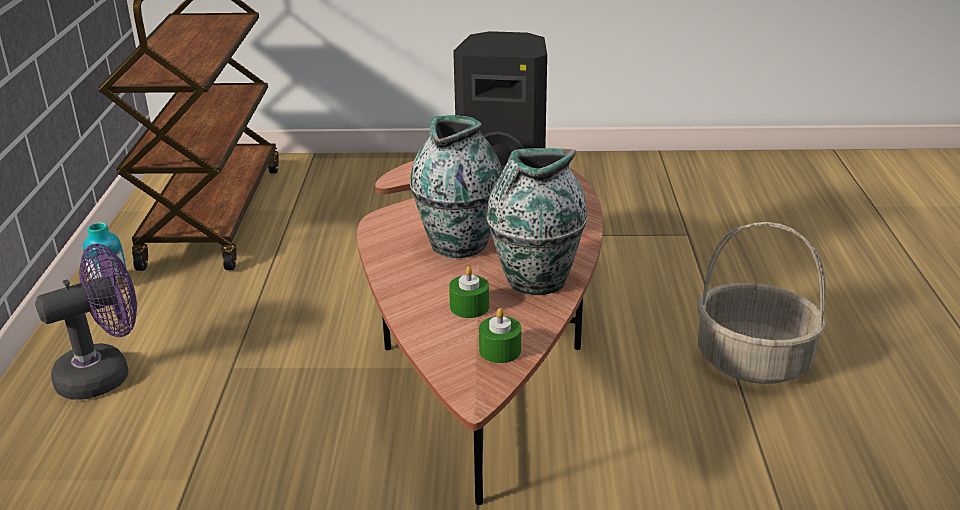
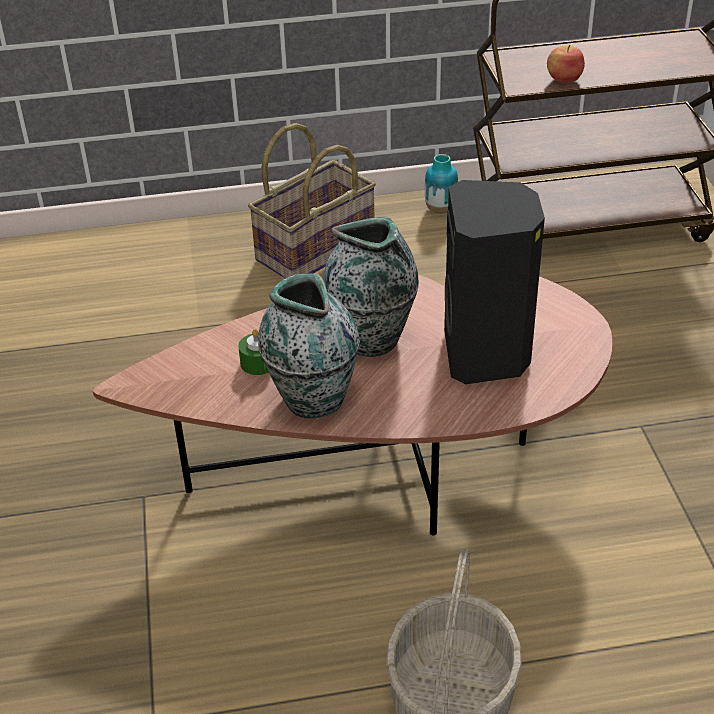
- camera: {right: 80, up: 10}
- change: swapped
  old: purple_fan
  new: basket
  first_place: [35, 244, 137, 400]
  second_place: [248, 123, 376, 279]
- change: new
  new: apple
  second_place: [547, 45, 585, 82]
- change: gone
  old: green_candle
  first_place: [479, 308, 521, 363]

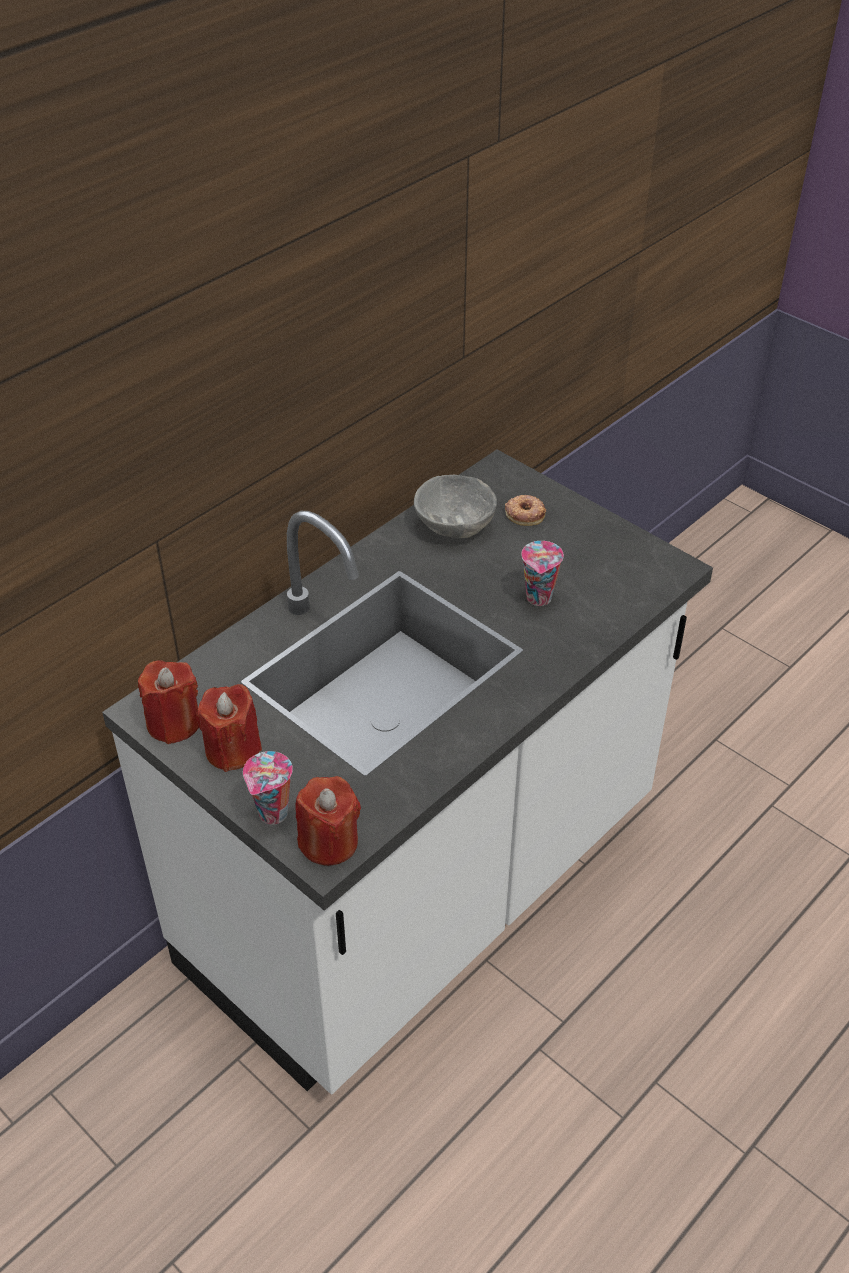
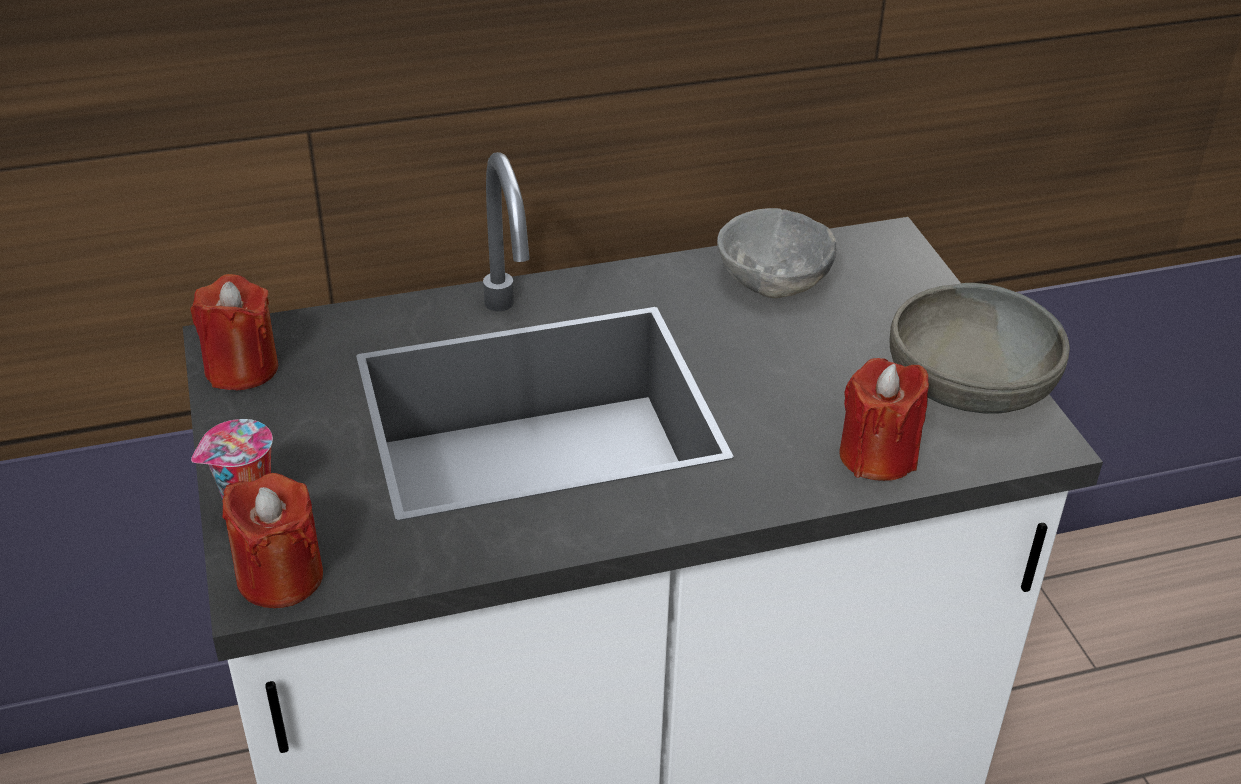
- camera: {right: 30, up: -5}
- change: shifted
  old: red_candle
  first_place: [196, 684, 262, 772]
  second_place: [839, 358, 929, 481]
- change: new
  new: grey_bowl
  second_place: [890, 283, 1070, 414]
- change: gone
  old: donut
  first_place: [505, 495, 546, 526]
- change: gone
  old: cup
  first_place: [521, 541, 564, 606]

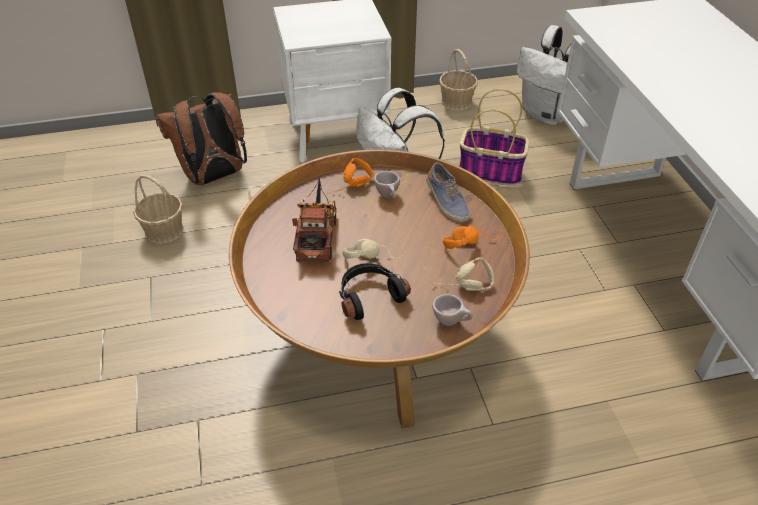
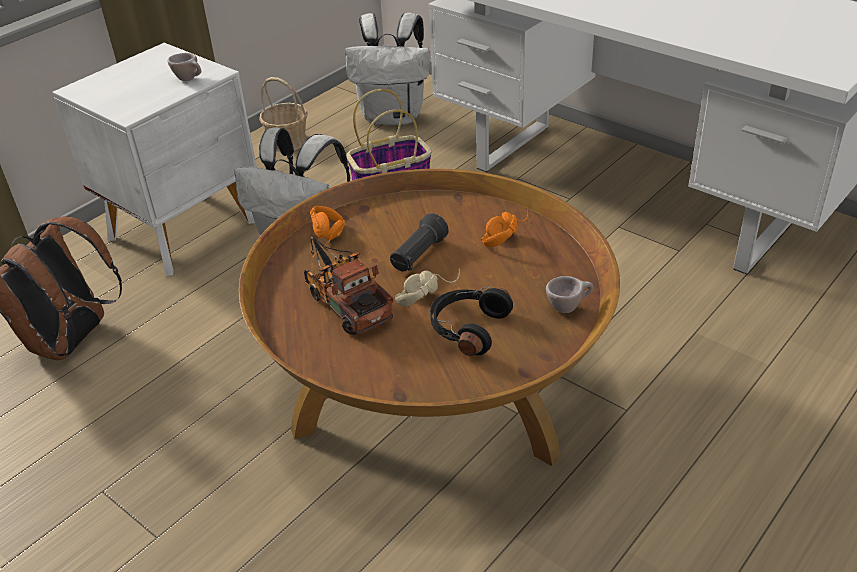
- camera: {right: -35, up: -5}
- change: shifted
  old: beige_cup
  first_place: [374, 171, 400, 198]
  second_place: [167, 53, 201, 81]
- change: new
  new: black_flashlight
  second_place: [390, 213, 449, 272]
- change: gone
  old: basket
  first_place: [133, 175, 184, 244]
- change: gone
  old: shoe
  first_place: [426, 162, 471, 222]
- change: gone
  old: beige_headphones
  first_place: [430, 257, 494, 291]

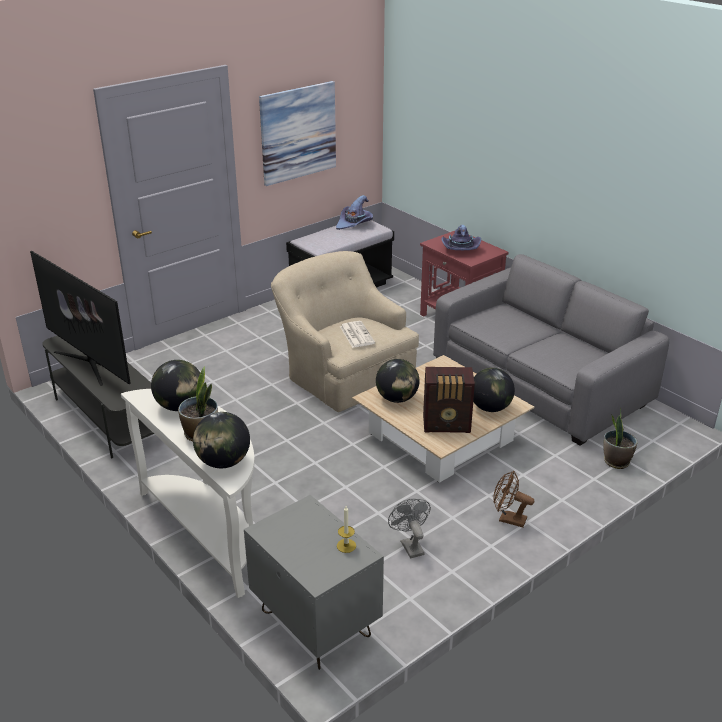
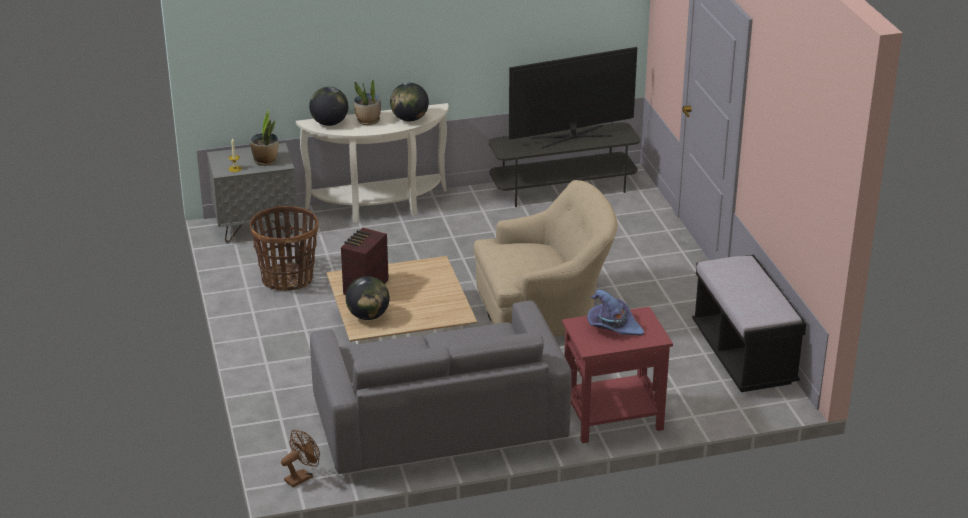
- camera: {right: 115, up: 0}
- change: shifted
  old: potted_plant
  first_place: [603, 408, 637, 469]
  second_place: [250, 109, 279, 166]
- change: swapped
  old: grey_fan
  new: basket
  first_place: [388, 499, 431, 558]
  second_place: [250, 206, 318, 291]
- change: shifted
  old: brown_fan
  first_place: [493, 471, 534, 527]
  second_place: [281, 430, 320, 487]
- change: gone
  old: picture
  first_place: [259, 81, 336, 186]
- change: gone
  old: purple_hat
  first_place: [336, 195, 373, 230]
- change: gone
  old: newspaper
  first_place: [340, 321, 375, 348]
- change: gone
  old: globe
  first_place: [376, 359, 420, 403]

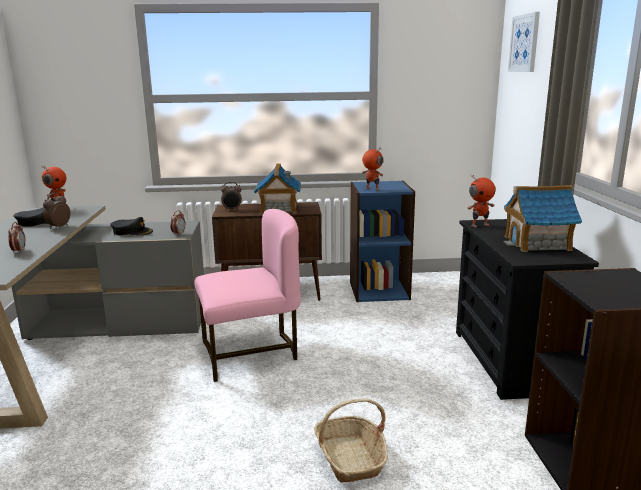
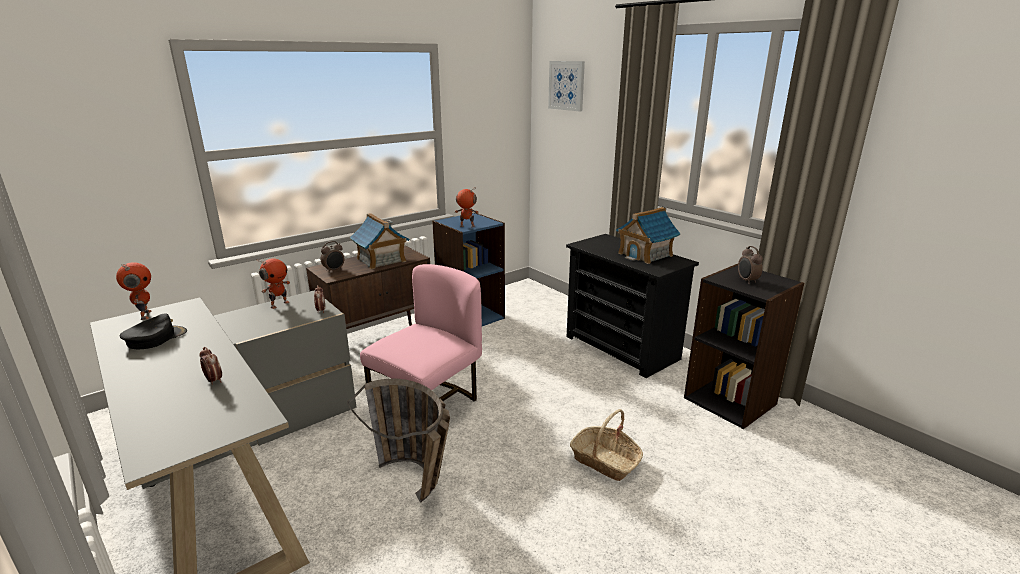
- camera: {right: -35, up: 5}
- change: shifted
  old: toy_robot
  first_place: [468, 174, 496, 227]
  second_place: [257, 258, 290, 309]
- change: new
  new: basket
  second_place: [347, 379, 450, 503]
- change: shifted
  old: alarm_clock
  first_place: [43, 193, 71, 229]
  second_place: [738, 246, 763, 284]
- change: gone
  old: black_cap
  first_place: [110, 217, 153, 235]

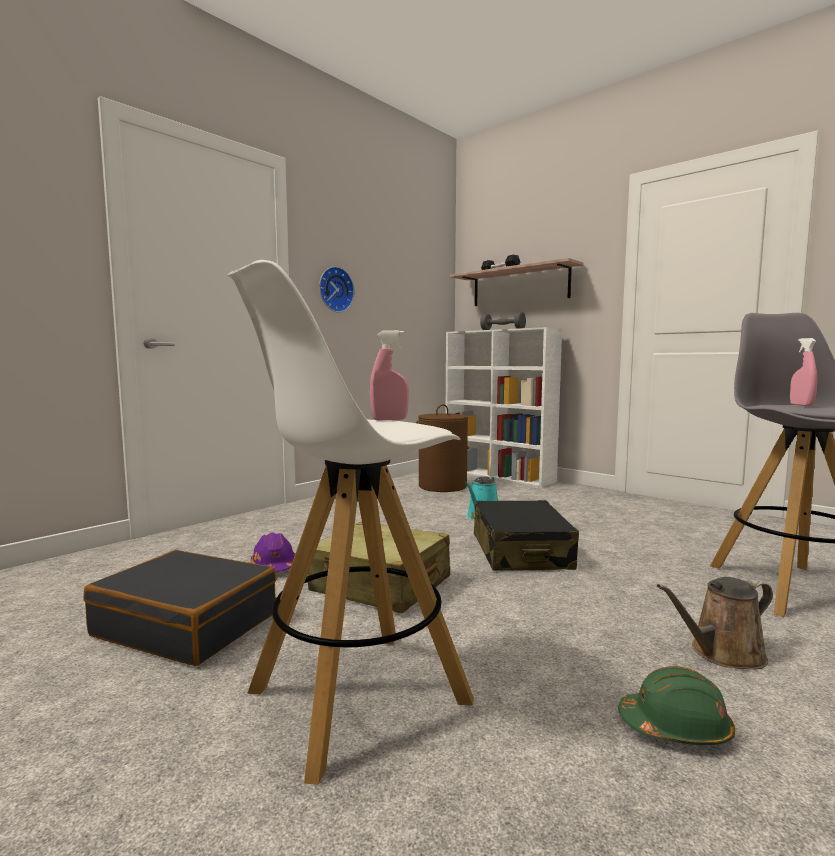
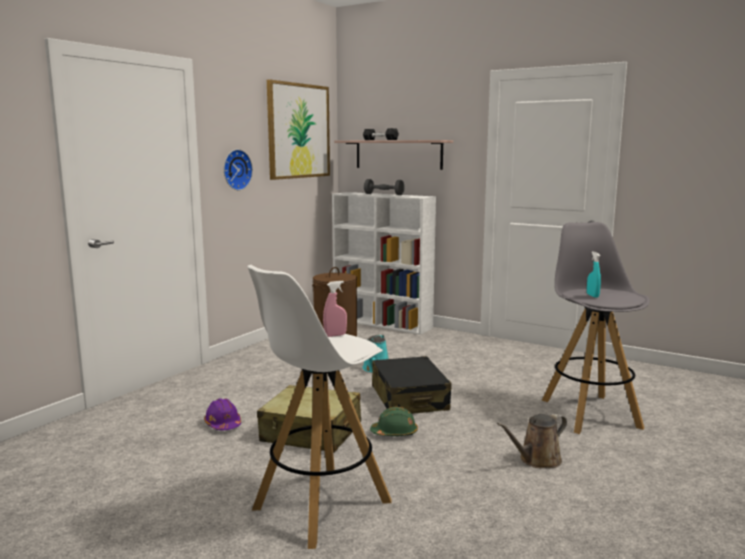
- camera: {right: -10, up: 5}
- change: new
  new: picture
  second_place: [267, 79, 330, 180]
- change: shifted
  old: green_hard_hat
  first_place: [618, 666, 735, 745]
  second_place: [370, 407, 418, 436]
- change: repainted
  old: pink_spray_bottle
  new: turquoise_spray_bottle
  first_place: [790, 338, 817, 406]
  second_place: [587, 252, 601, 298]
- change: gone
  old: black_suitcase
  first_place: [83, 550, 276, 666]

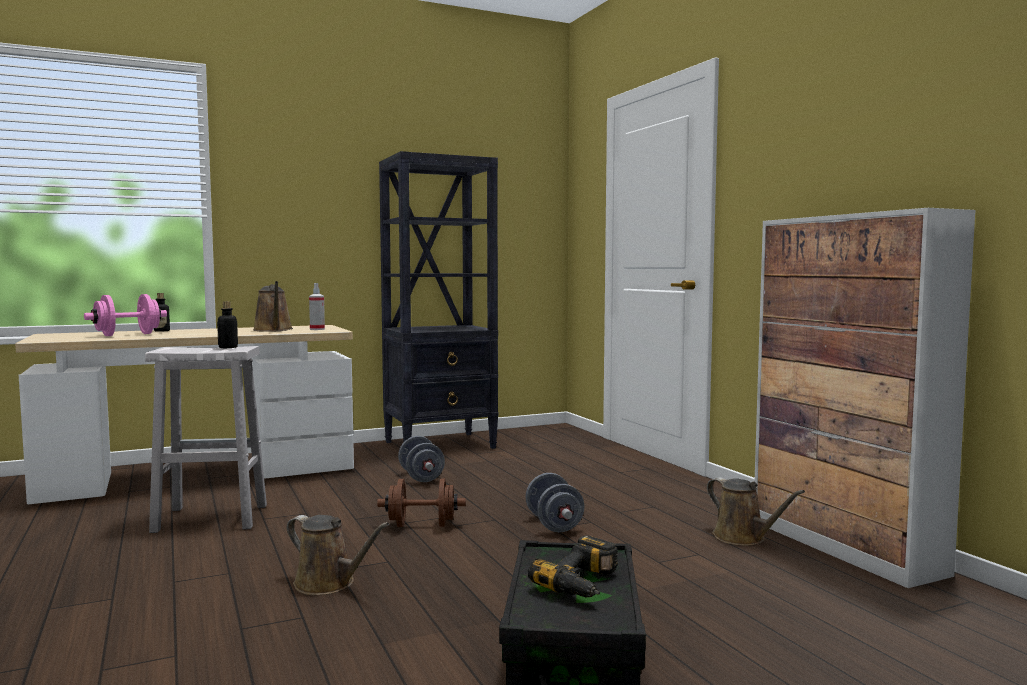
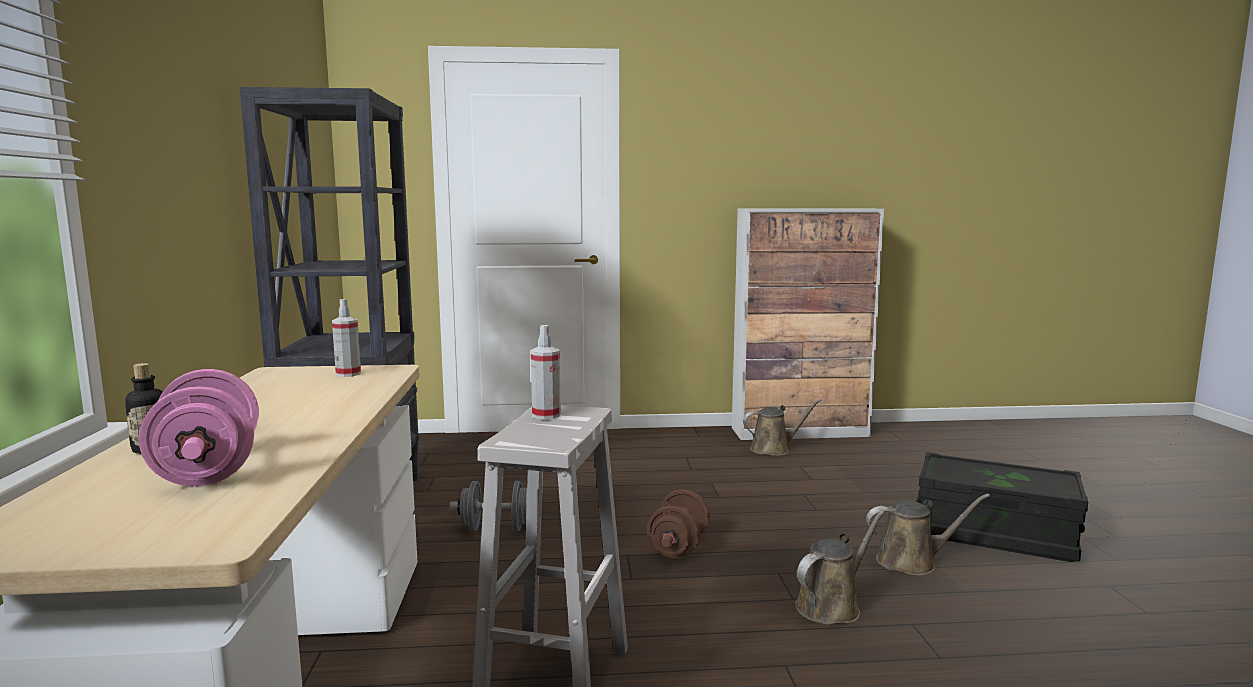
- camera: {right: -70, up: 5}
- change: swapped
  old: bottle
  new: spray_bottle
  first_place: [217, 301, 238, 348]
  second_place: [531, 325, 561, 420]
- change: shifted
  old: brown_watering_can
  first_place: [253, 281, 293, 332]
  second_place: [866, 494, 990, 576]
- change: gone
  old: grey_dumbbell
  first_place: [526, 473, 584, 532]
- change: gone
  old: power_drill
  first_place: [528, 535, 618, 598]

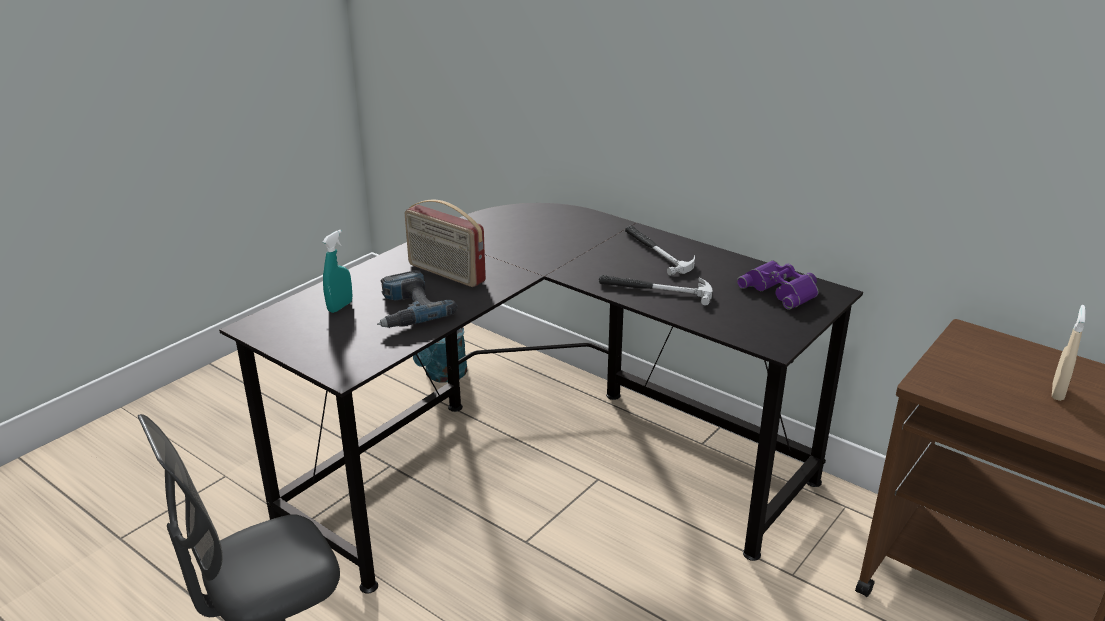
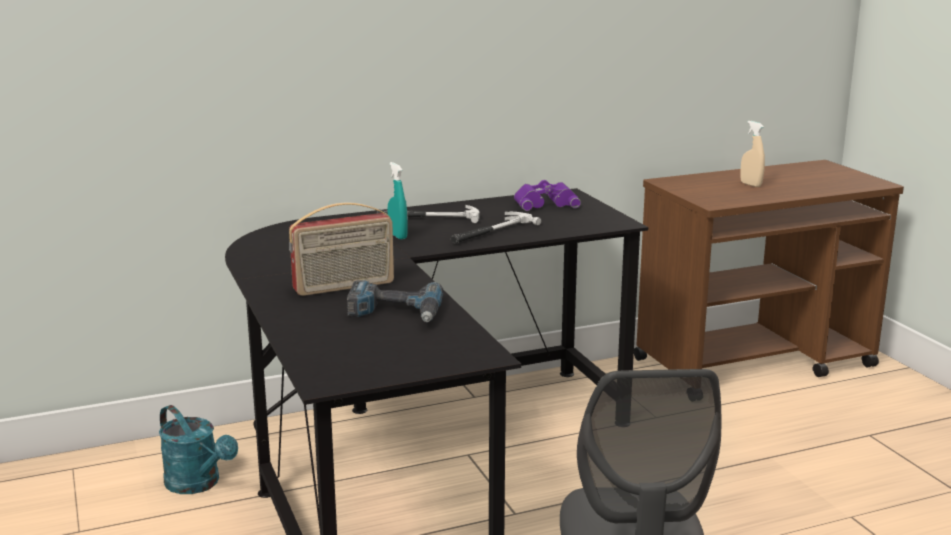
- camera: {right: -60, up: -10}
- change: shifted
  old: turquoise_spray_bottle
  first_place: [322, 230, 352, 313]
  second_place: [387, 162, 408, 240]

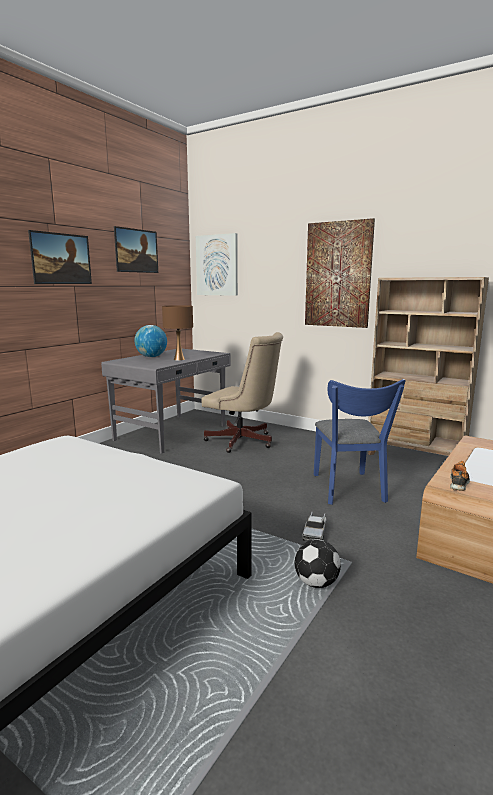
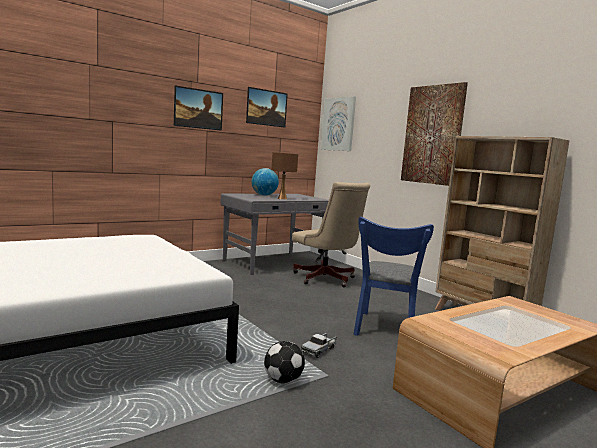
- camera: {right: 20, up: -5}
- change: gone
  old: shoe
  first_place: [450, 461, 470, 491]

